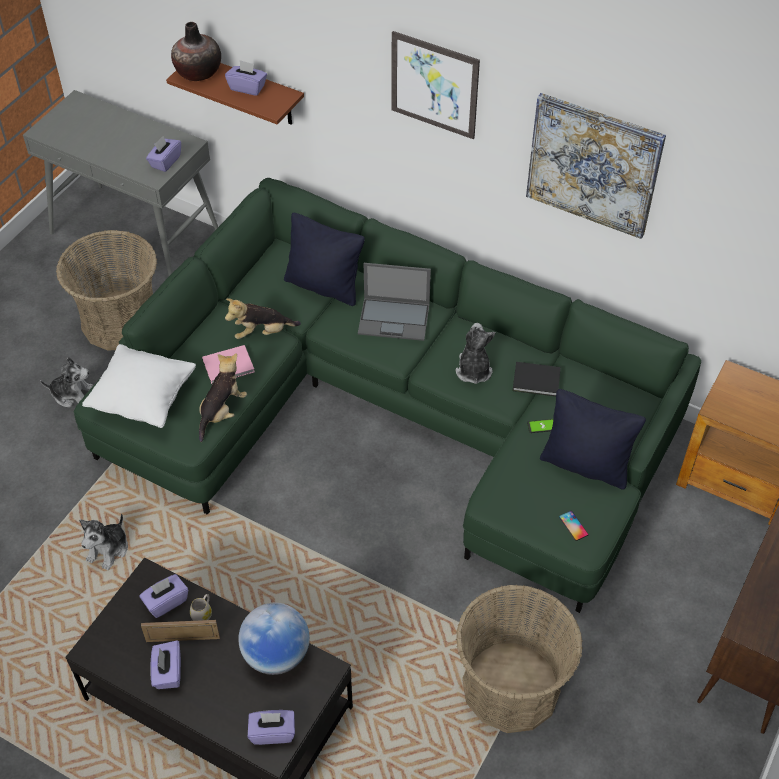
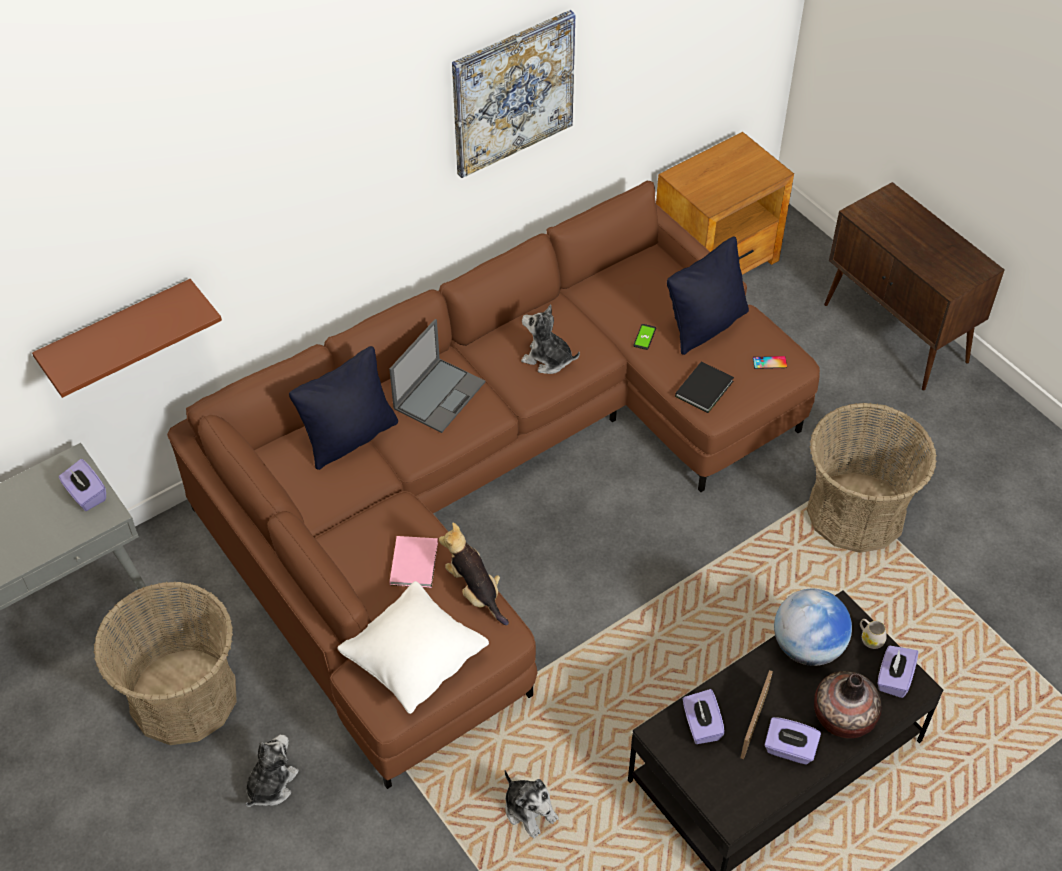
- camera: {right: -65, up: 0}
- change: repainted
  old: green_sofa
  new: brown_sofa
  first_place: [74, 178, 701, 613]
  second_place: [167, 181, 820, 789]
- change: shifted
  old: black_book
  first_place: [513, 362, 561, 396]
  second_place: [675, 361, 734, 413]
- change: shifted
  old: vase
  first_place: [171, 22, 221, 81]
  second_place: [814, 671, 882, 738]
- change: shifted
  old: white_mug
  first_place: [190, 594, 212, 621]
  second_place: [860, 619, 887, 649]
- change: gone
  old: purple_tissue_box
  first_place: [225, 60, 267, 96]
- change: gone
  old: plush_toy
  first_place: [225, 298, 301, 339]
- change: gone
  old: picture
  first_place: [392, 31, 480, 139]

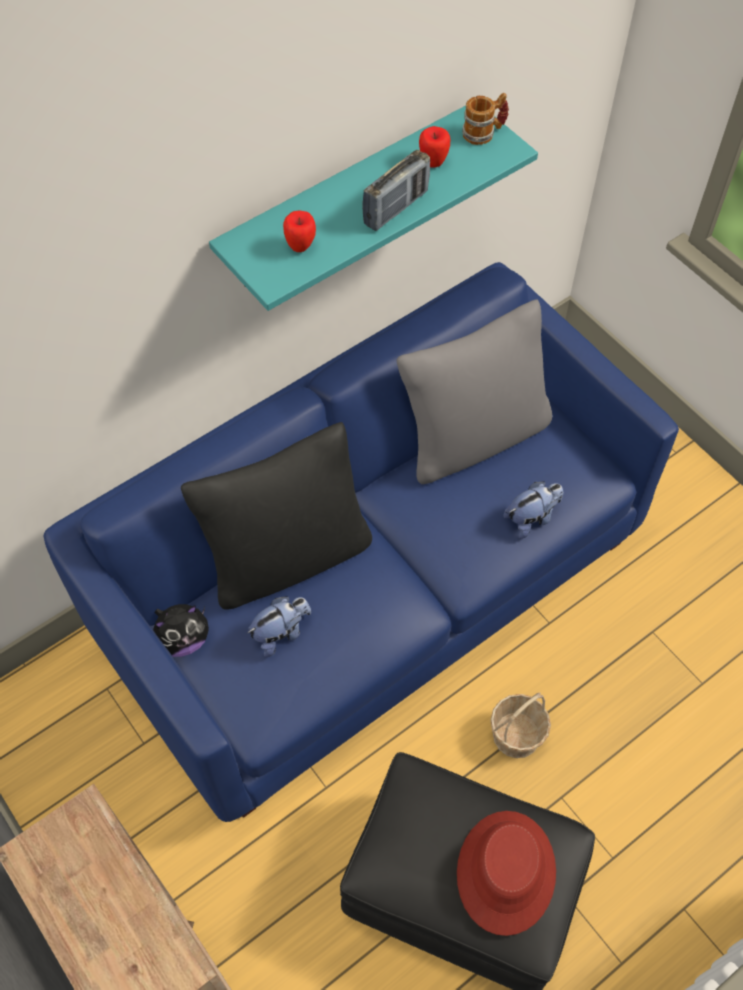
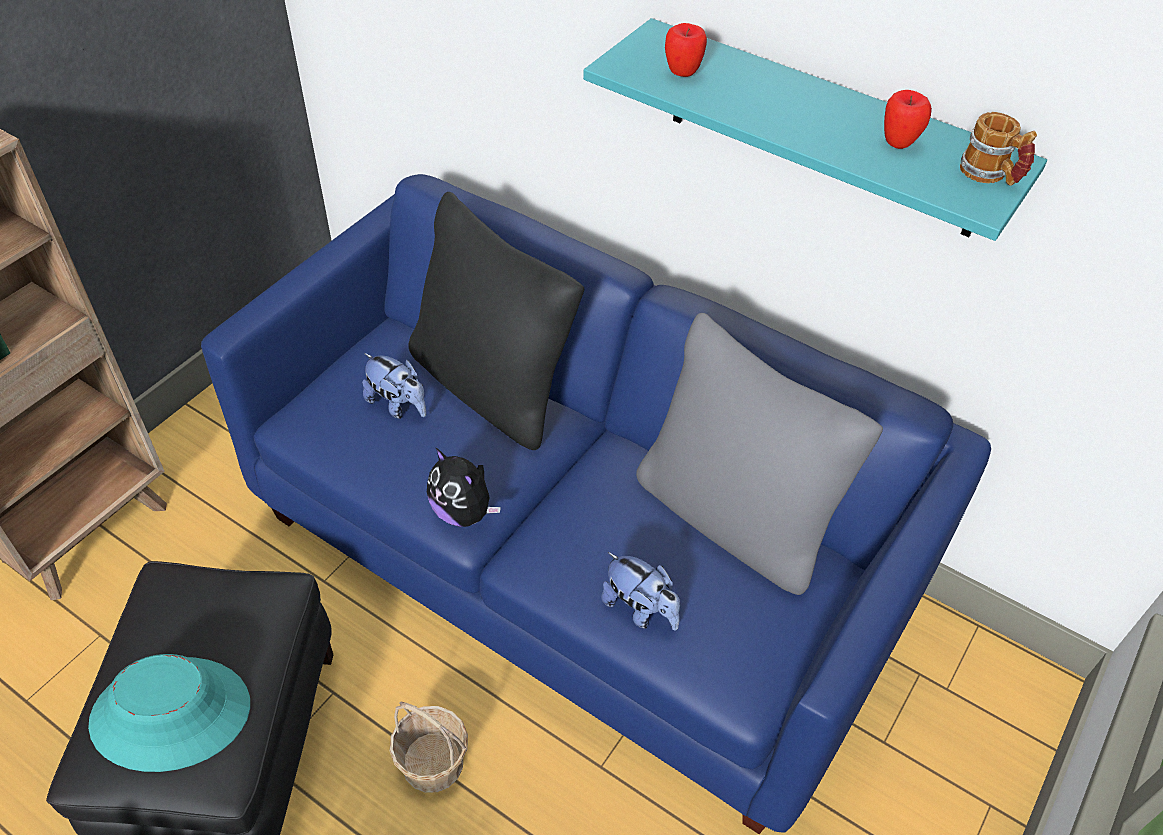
- camera: {right: 70, up: -10}
- change: repainted
  old: red_hat
  new: turquoise_hat
  first_place: [457, 811, 556, 936]
  second_place: [88, 654, 250, 772]
- change: shifted
  old: plush_toy
  first_place: [153, 604, 209, 657]
  second_place: [427, 447, 501, 527]
- change: gone
  old: radio
  first_place: [362, 150, 430, 231]

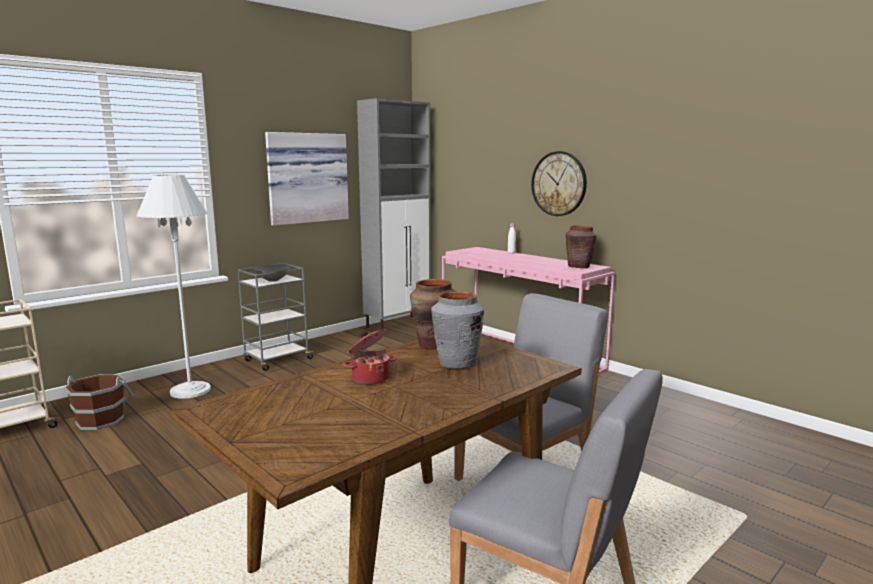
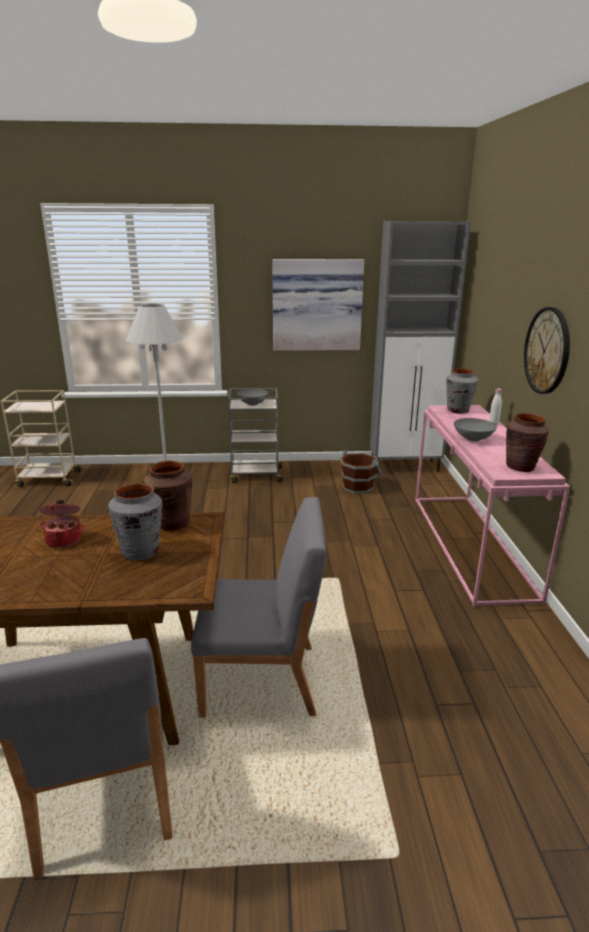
- camera: {right: 40, up: 10}
- change: shifted
  old: brown_bucket
  first_place: [64, 374, 133, 430]
  second_place: [340, 450, 382, 494]
- change: new
  new: grey_vase
  second_place: [446, 368, 478, 414]
- change: new
  new: grey_bowl
  second_place: [454, 418, 497, 442]

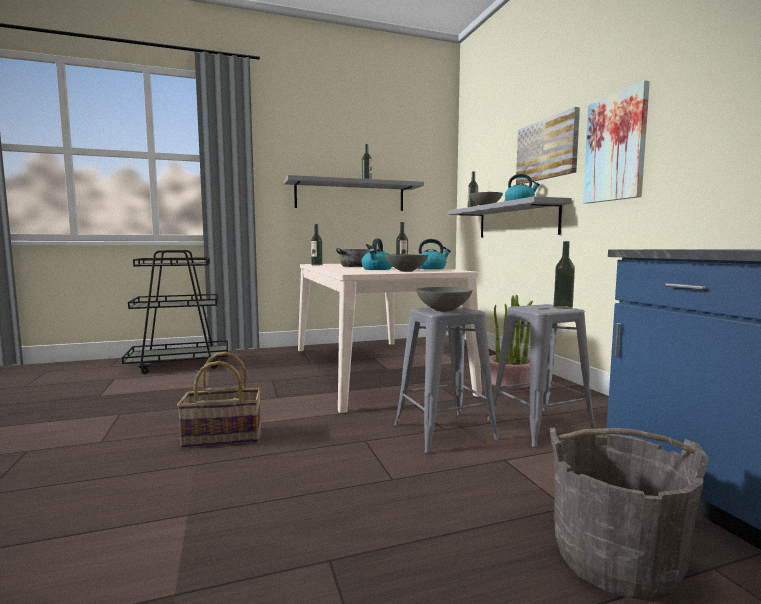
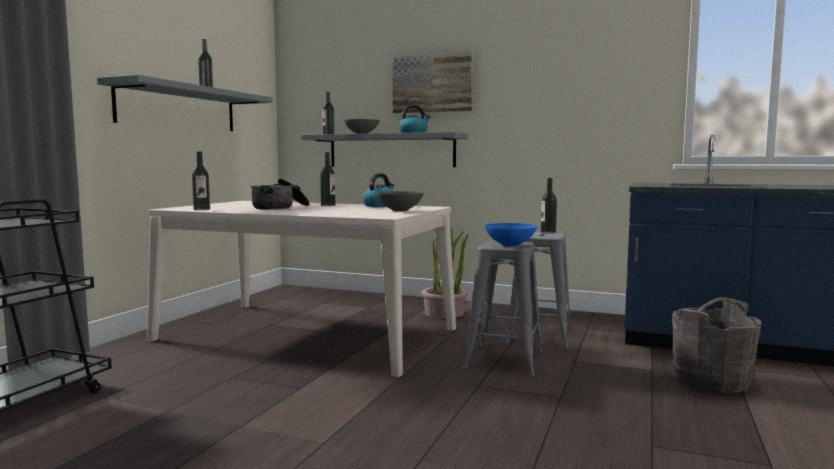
- camera: {right: -50, up: 0}
- change: repainted
  old: grey_bowl
  new: blue_bowl
  first_place: [416, 287, 473, 312]
  second_place: [484, 223, 537, 247]
- change: gone
  old: basket
  first_place: [177, 352, 261, 448]
- change: gone
  old: kettle
  first_place: [361, 239, 392, 270]
- change: gone
  old: picture
  first_place: [583, 80, 650, 204]

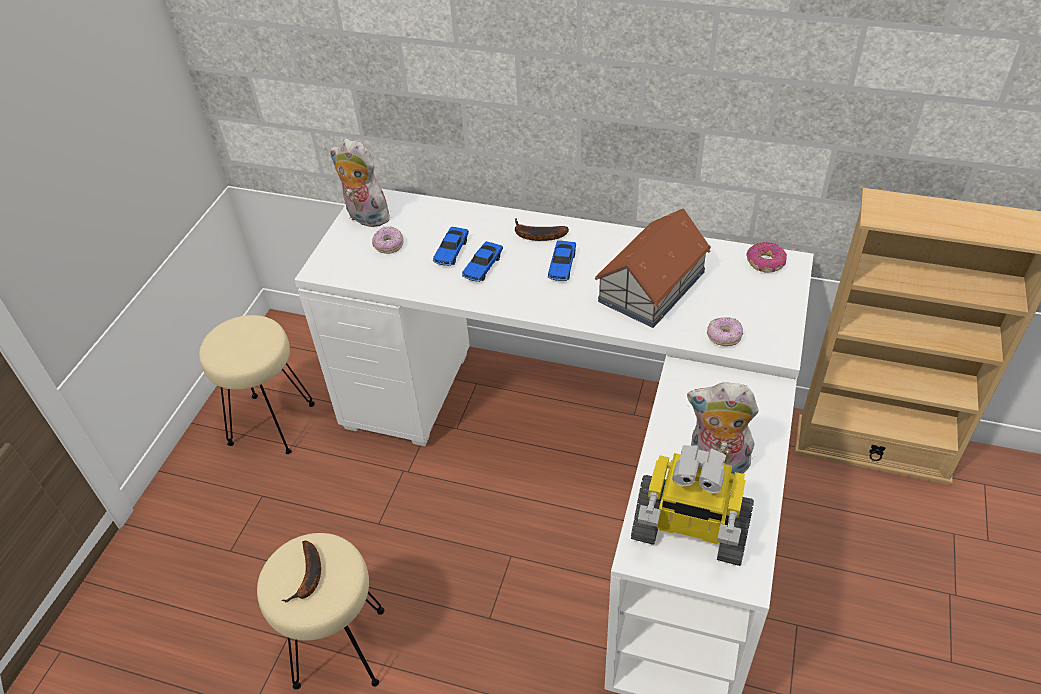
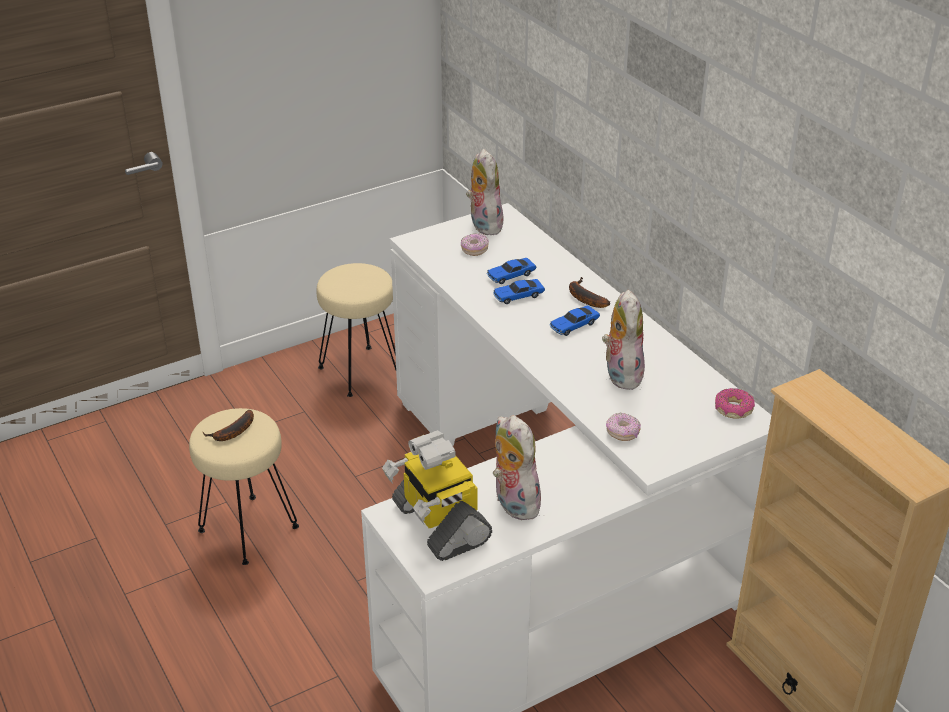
- camera: {right: 40, up: -10}
- change: swapped
  old: toy_house
  new: plush_toy
  first_place: [595, 209, 711, 328]
  second_place: [602, 290, 645, 390]

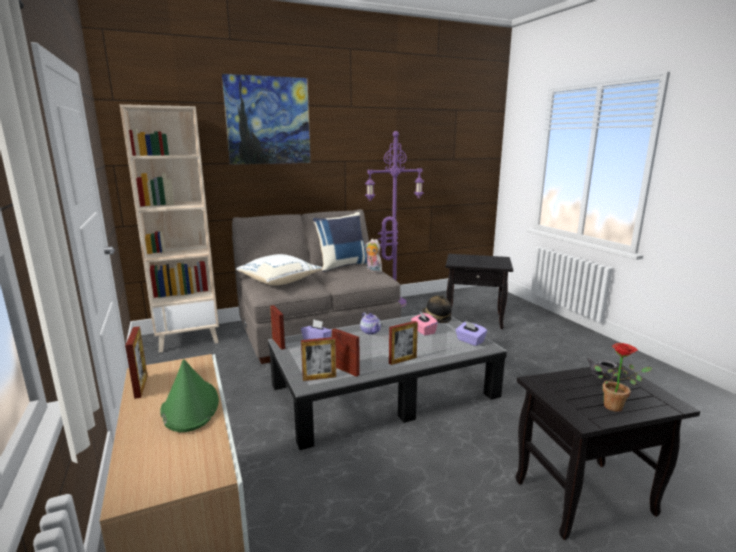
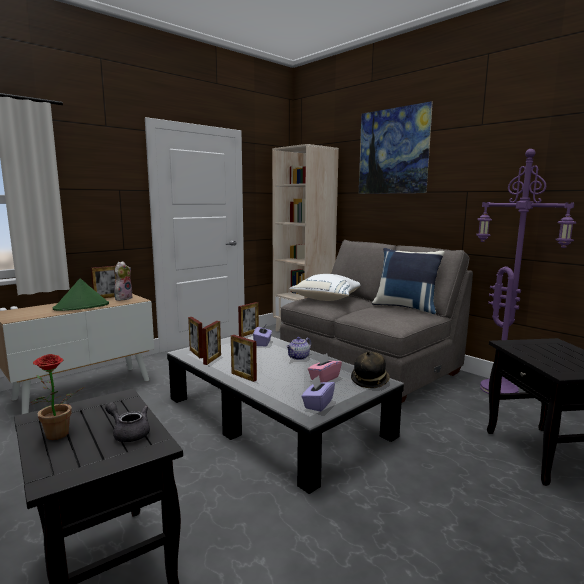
- camera: {right: 70, up: -5}
- change: shifted
  old: plush_toy
  first_place: [365, 239, 382, 273]
  second_place: [114, 261, 133, 301]

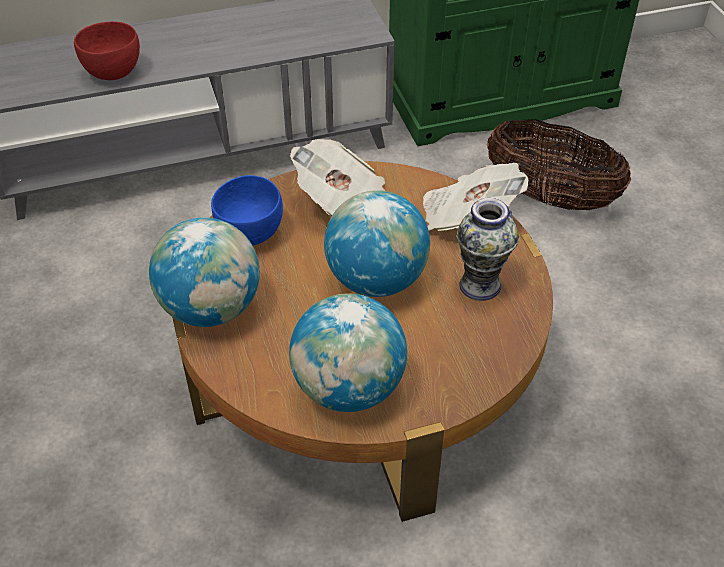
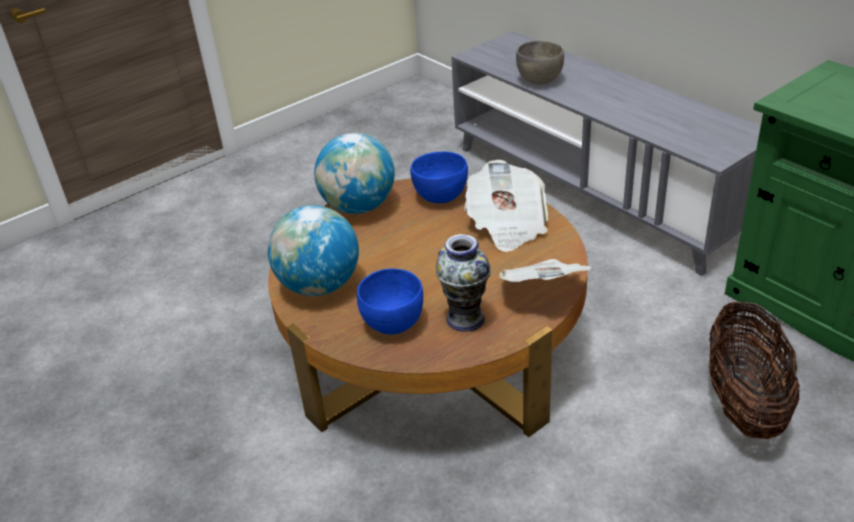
- camera: {right: 70, up: -10}
- change: new
  new: blue_bowl
  second_place: [357, 269, 423, 334]
- change: repainted
  old: red_bowl
  new: grey_bowl
  first_place: [74, 21, 140, 80]
  second_place: [516, 41, 564, 84]
- change: gone
  old: globe
  first_place: [324, 190, 430, 297]

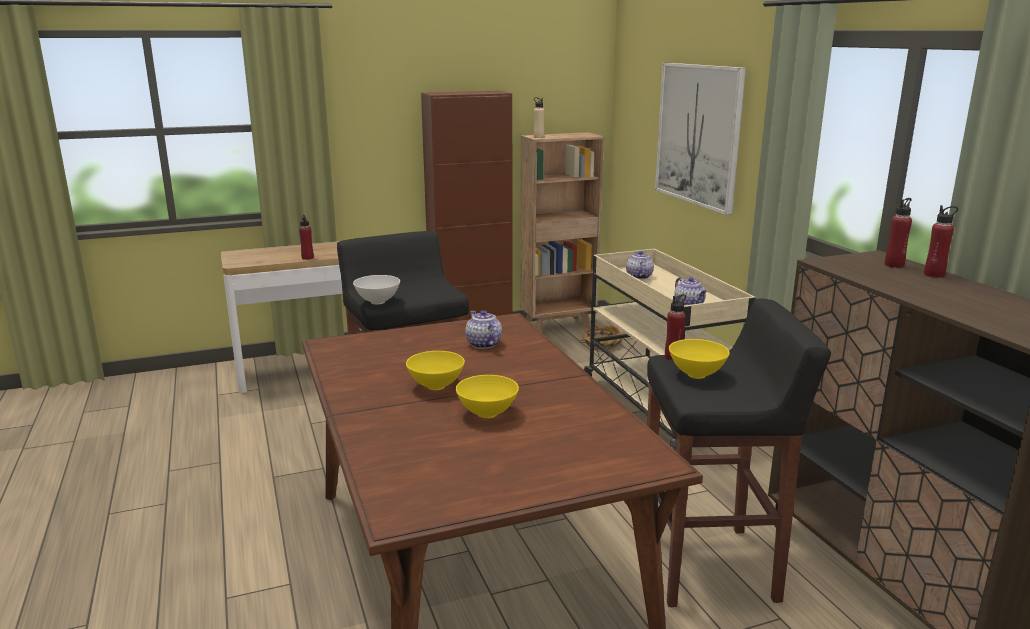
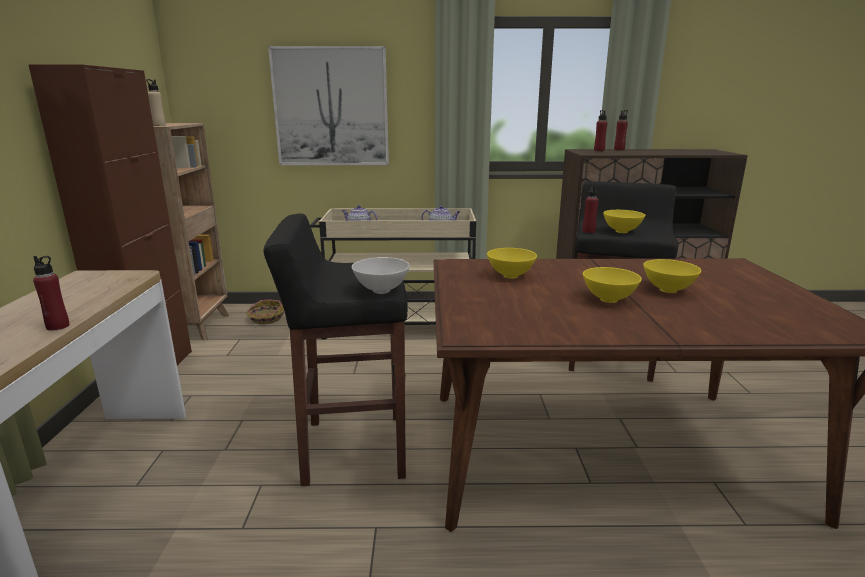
- camera: {right: -70, up: 0}
- change: swapped
  old: teapot
  new: yellow_bowl
  first_place: [465, 310, 502, 349]
  second_place: [487, 248, 537, 279]

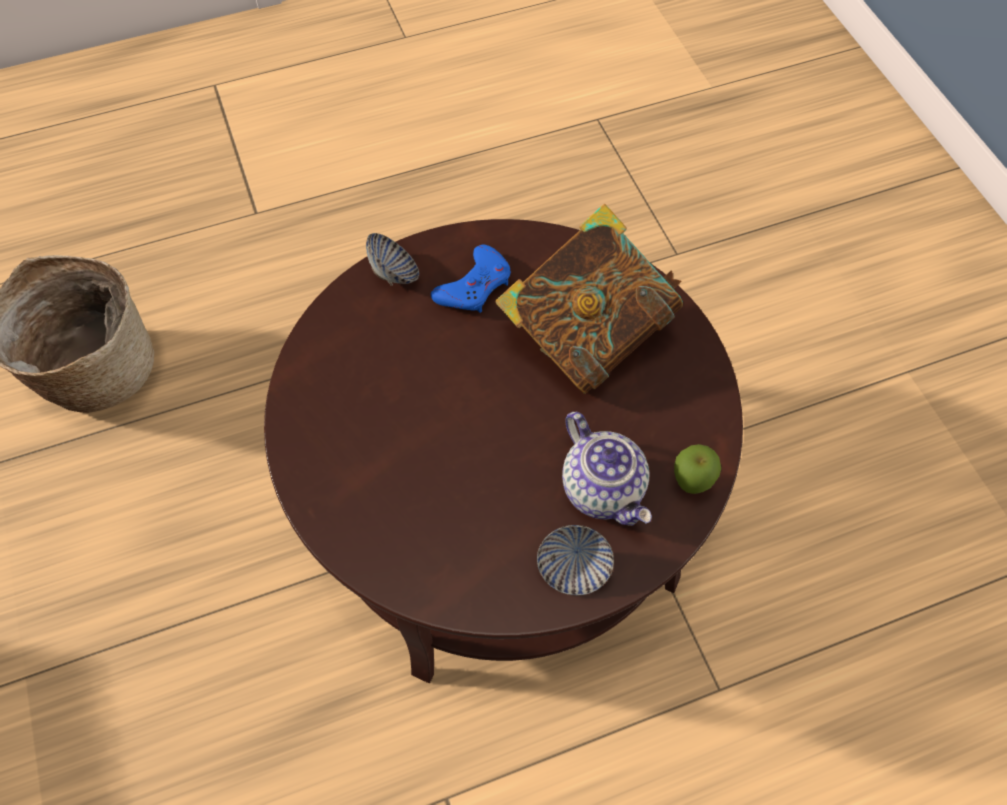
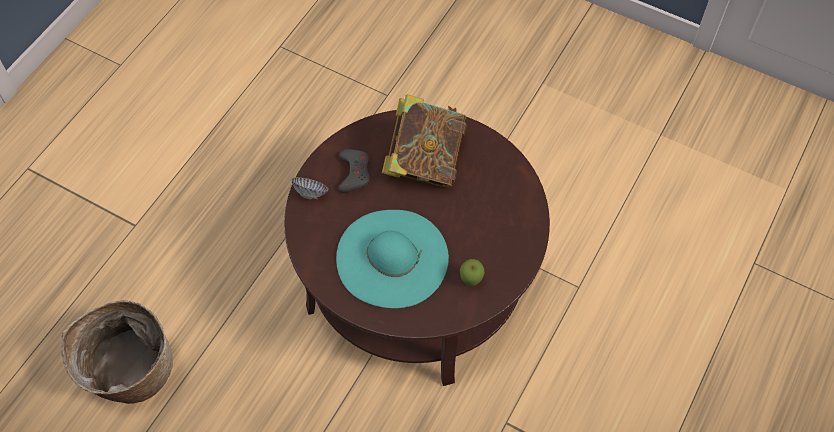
- camera: {right: -40, up: 0}
- change: new
  new: turquoise_hat
  second_place: [336, 210, 449, 308]
- change: repainted
  old: blue_game_controller
  new: grey_game_controller
  first_place: [431, 245, 511, 313]
  second_place: [339, 149, 370, 193]
- change: shifted
  old: apple
  first_place: [674, 444, 721, 494]
  second_place: [460, 259, 485, 286]
- change: gone
  old: bowl
  first_place: [537, 525, 614, 595]
- change: gone
  old: teapot
  first_place: [562, 412, 652, 526]

